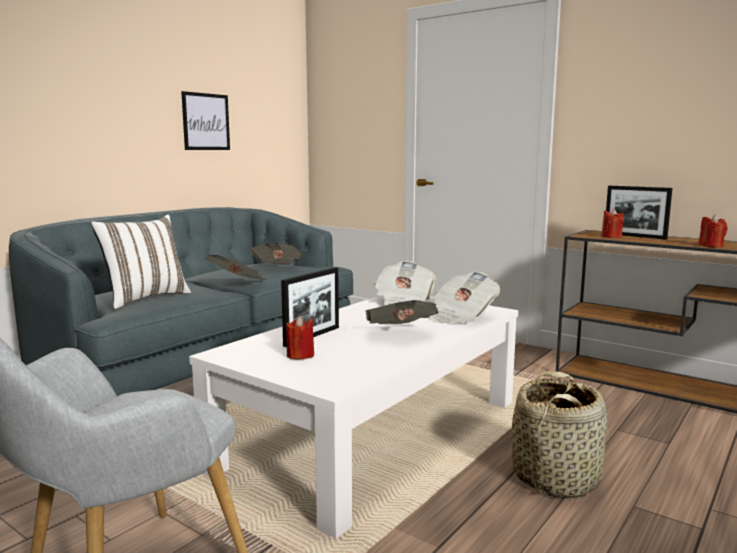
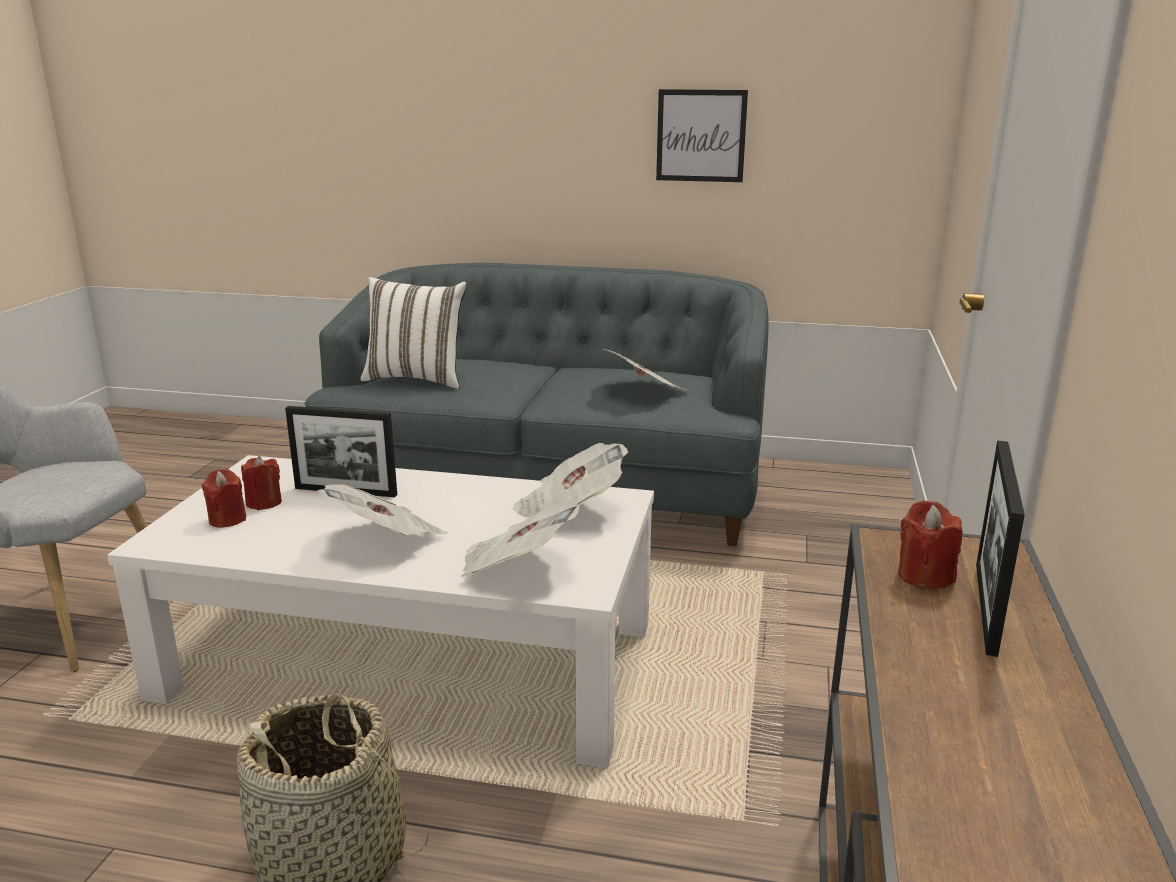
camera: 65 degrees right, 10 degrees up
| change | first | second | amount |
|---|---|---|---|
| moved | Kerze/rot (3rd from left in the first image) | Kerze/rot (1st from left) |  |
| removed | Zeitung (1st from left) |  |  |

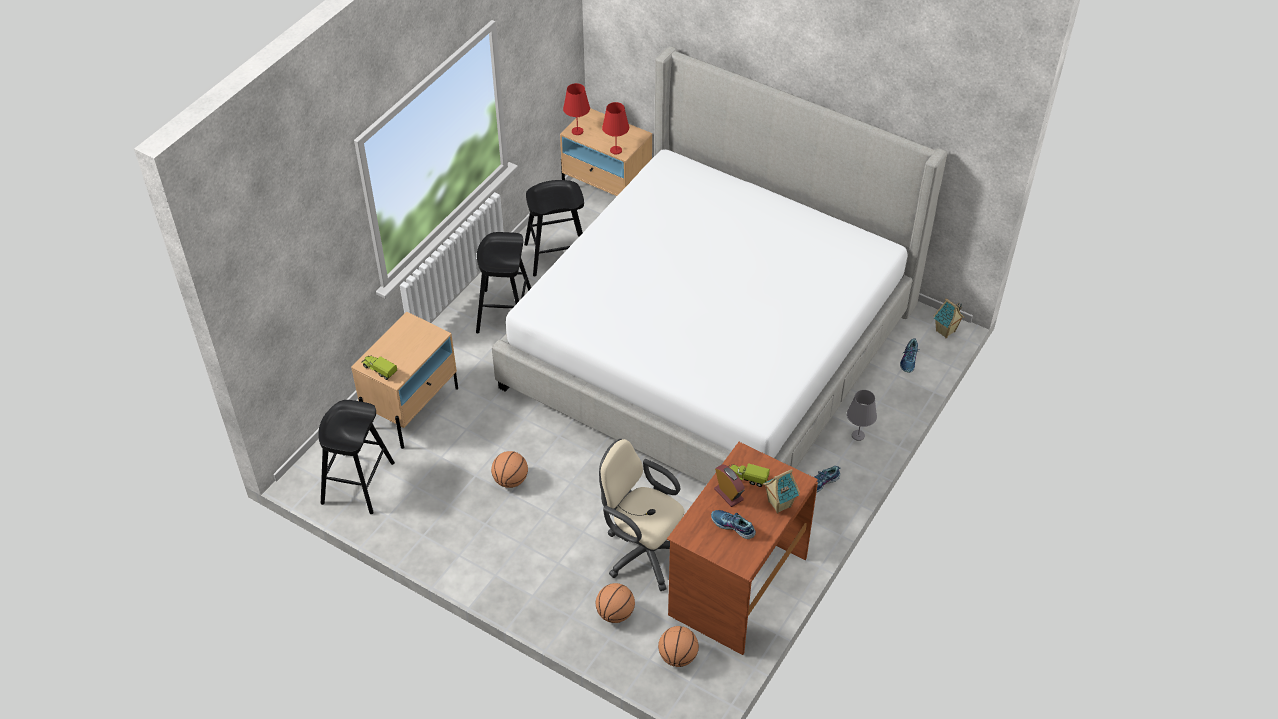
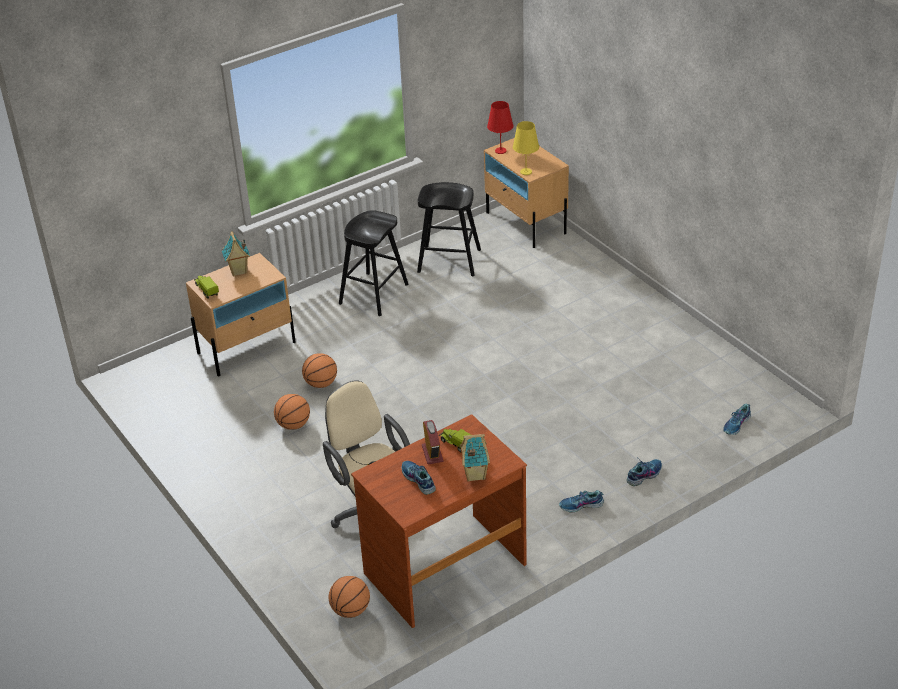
camera: 25 degrees right, 10 degrees down
| change | first | second | amount |
|---|---|---|---|
| moved | Spielzeughaus (2nd from left in the first image) | Spielzeughaus (1st from left) |  |
| moved | Basketball (2nd from left) |  |  |
| recoloured | Tischlampe/rot (2nd from left) | Tischlampe/gelb |  |
| replaced | Tischlampe/grau | Schuh (3rd from left) |  |
| removed | Hocker/schwarz (1st from left) |  |  |
| removed | Bett |  |  |

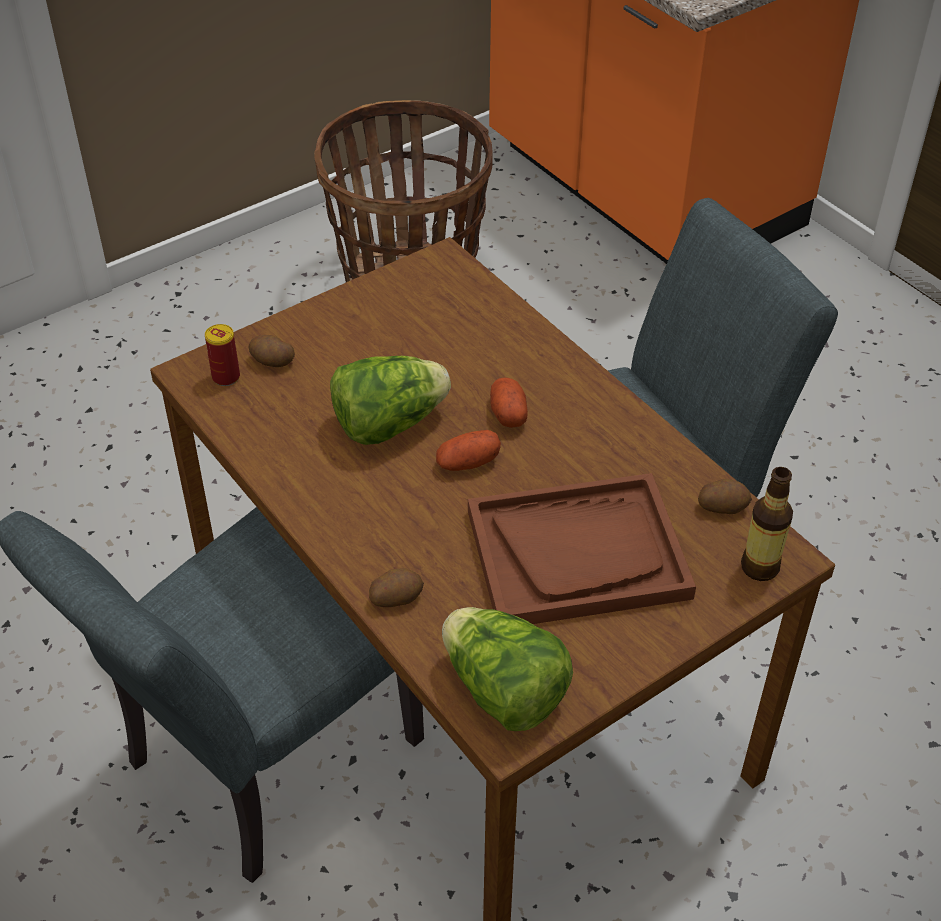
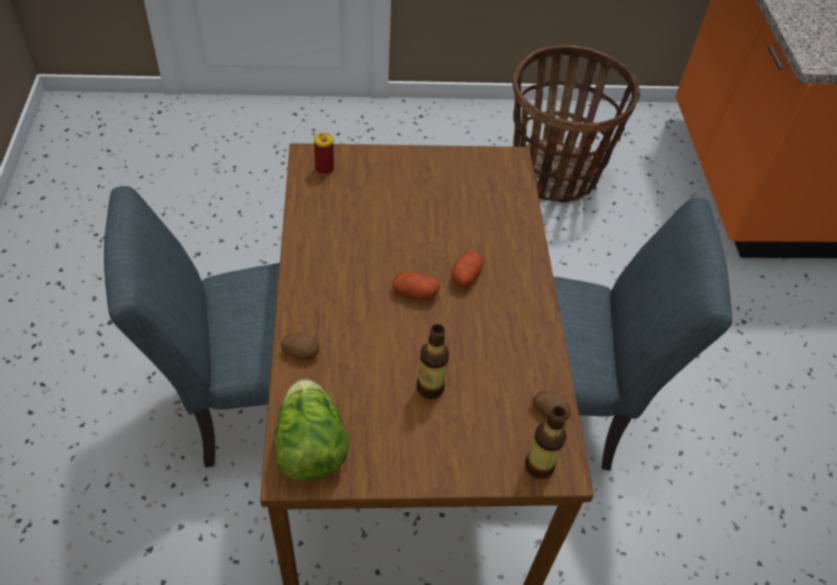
camera: 30 degrees right, 5 degrees up
| change | first | second | amount |
|---|---|---|---|
| replaced | Tablett/braun | Flasche (1st from left) |  |
| removed | Kartoffel (1st from left) |  |  |
| removed | Salatkopf (1st from left) |  |  |

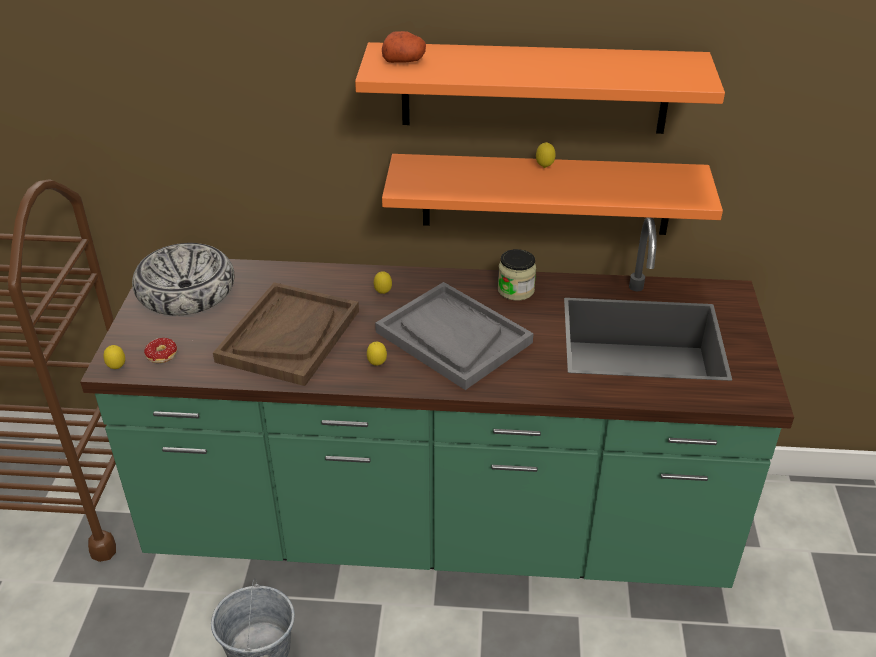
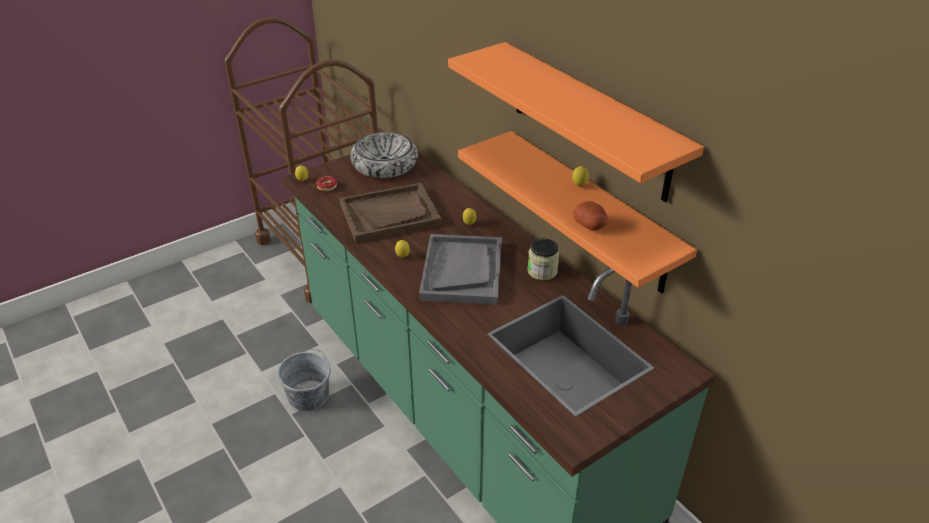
camera: 50 degrees right, 0 degrees up
| change | first | second | amount |
|---|---|---|---|
| moved | Kartoffel |  |  |

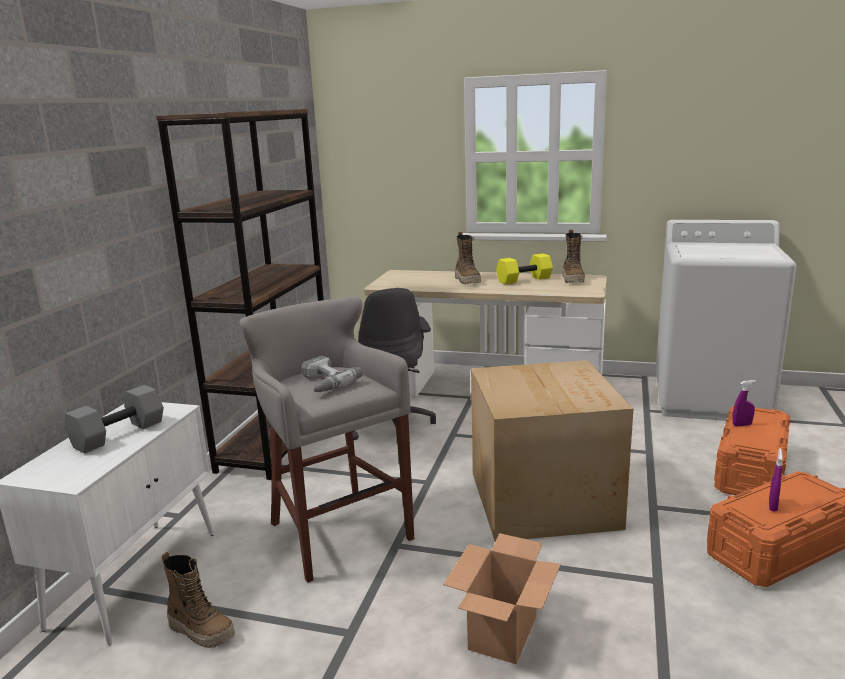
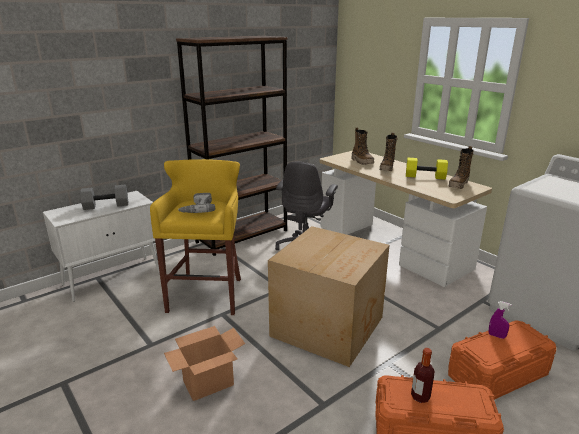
camera: 35 degrees right, 5 degrees up
| change | first | second | amount |
|---|---|---|---|
| recoloured | Hocker/grau | Hocker/gelb |  |
| moved | Stiefel (1st from left) |  |  |
| replaced | Sprühflasche/lila (2nd from left) | Flasche |  |

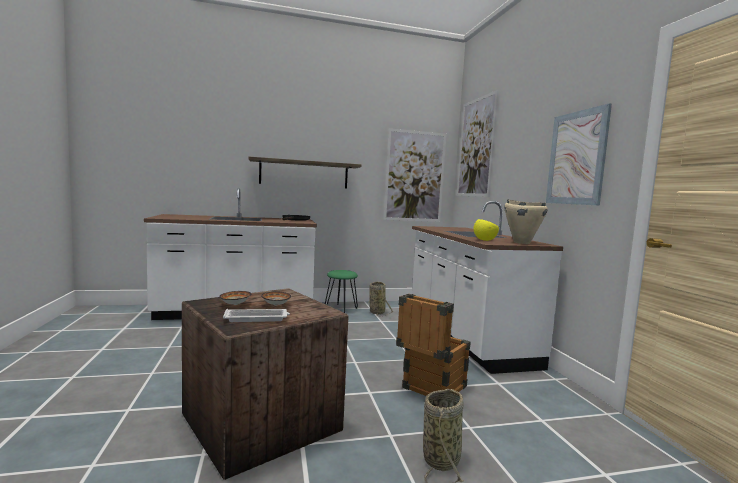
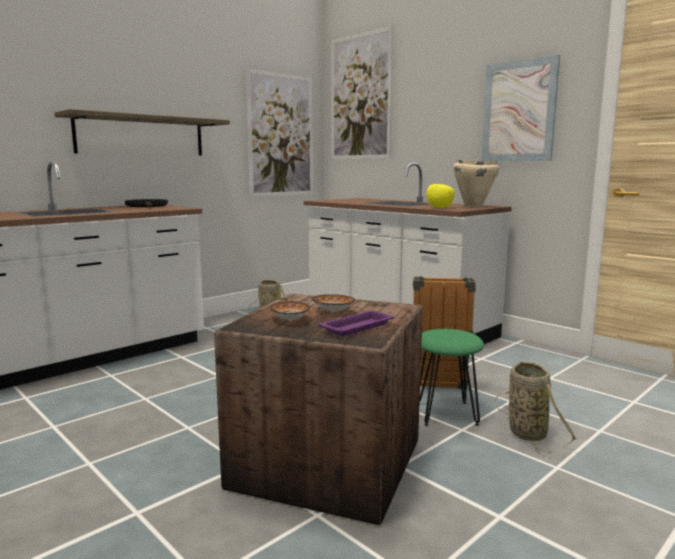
camera: 30 degrees left, 5 degrees up
| change | first | second | amount |
|---|---|---|---|
| recoloured | Tablett/weiß | Tablett/lila |  |
| moved | Hocker/grün |  |  |

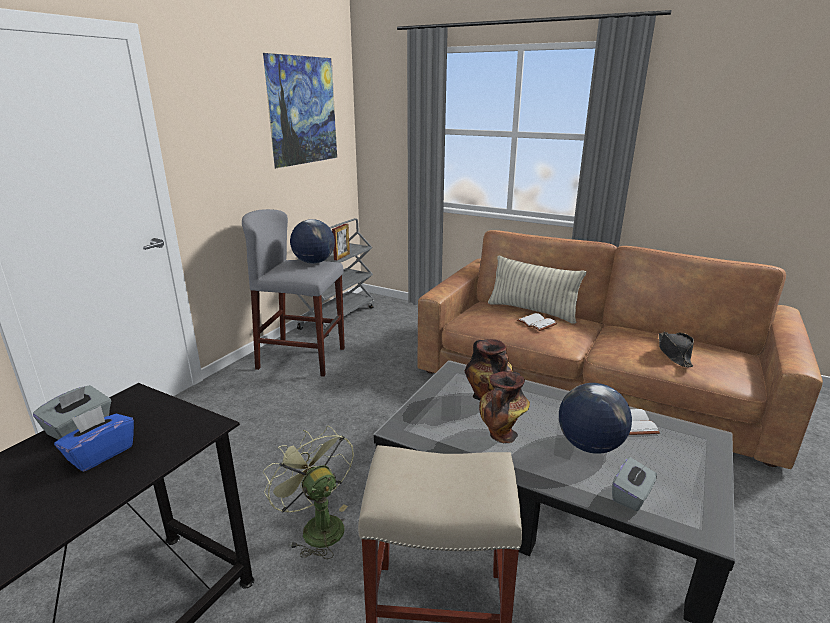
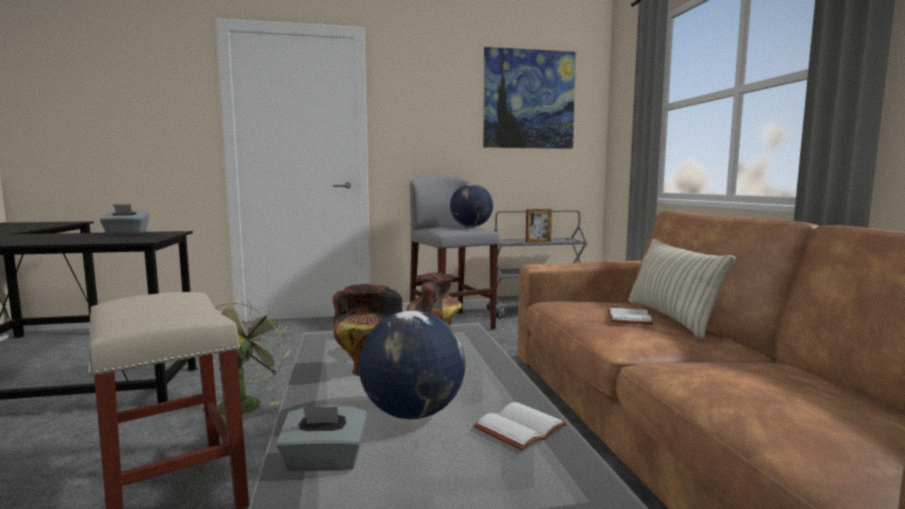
camera: 50 degrees right, 15 degrees down
| change | first | second | amount |
|---|---|---|---|
| removed | Taschentuchbox/blau |  |  |
| removed | Hut/schwarz |  |  |

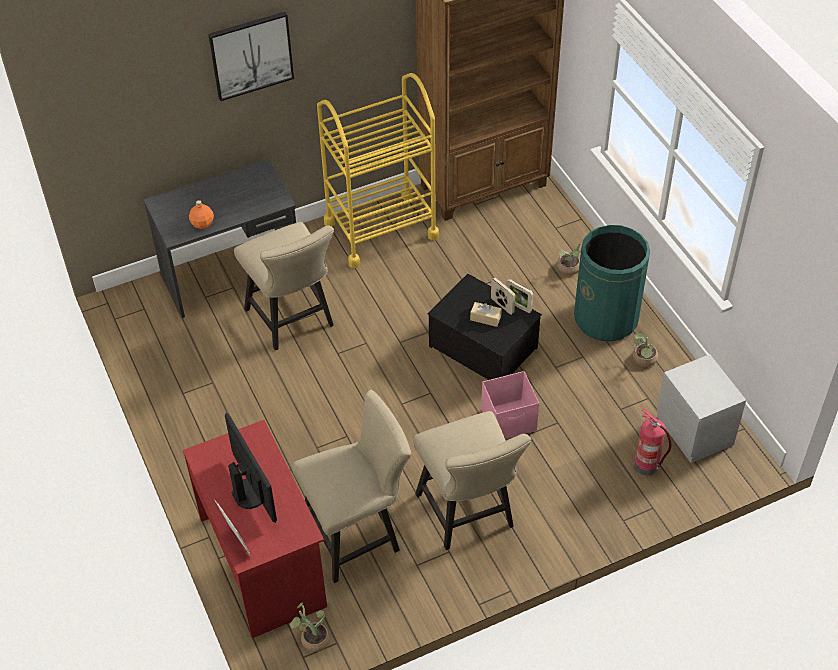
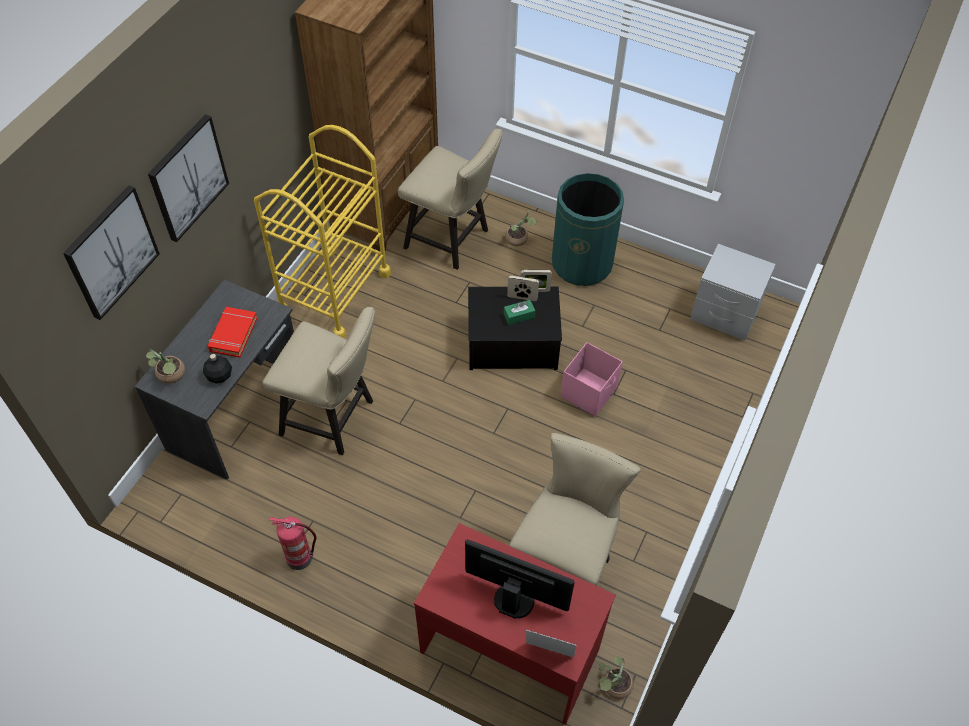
camera: 40 degrees left, 5 degrees up
| change | first | second | amount |
|---|---|---|---|
| added |  | Bild (1st from left) |  |
| moved | Topfpflanze (3rd from left in the first image) | Topfpflanze (1st from left) |  |
| recoloured | Flasche/orange | Flasche/schwarz |  |
| added |  | Buch/rot |  |
| moved | Feuerlöscher |  |  |
| moved | Stuhl/beige (3rd from left in the first image) | Stuhl/beige (2nd from left) |  |
| recoloured | Taschentuchbox/beige | Taschentuchbox/grün |  |

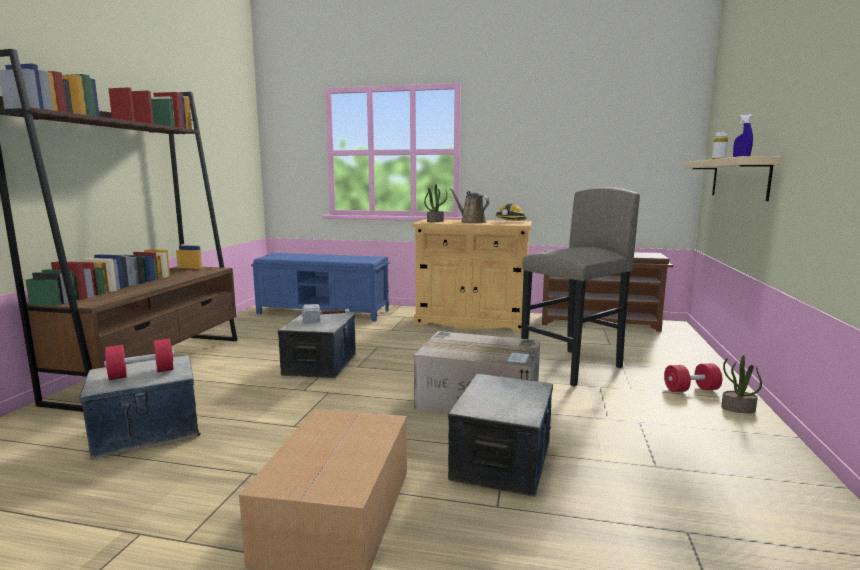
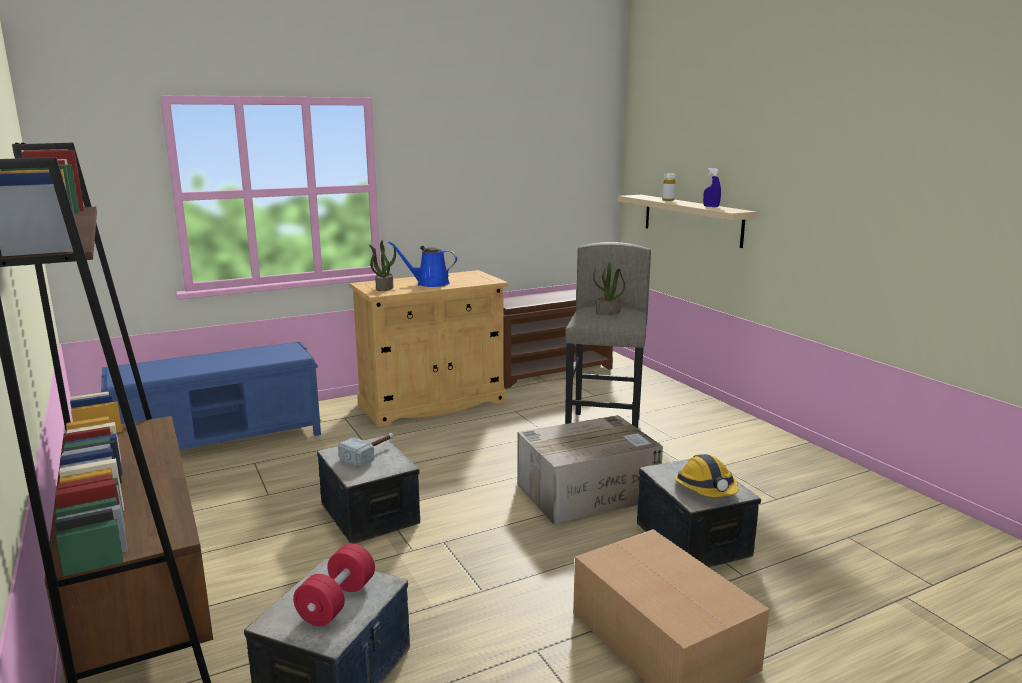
camera: 40 degrees left, 5 degrees up
| change | first | second | amount |
|---|---|---|---|
| recoloured | Gießkanne/braun | Gießkanne/blau |  |
| moved | Topfpflanze (2nd from left) |  |  |
| moved | Schutzhelm |  |  |
| removed | Hantel/rot (2nd from left) |  |  |

